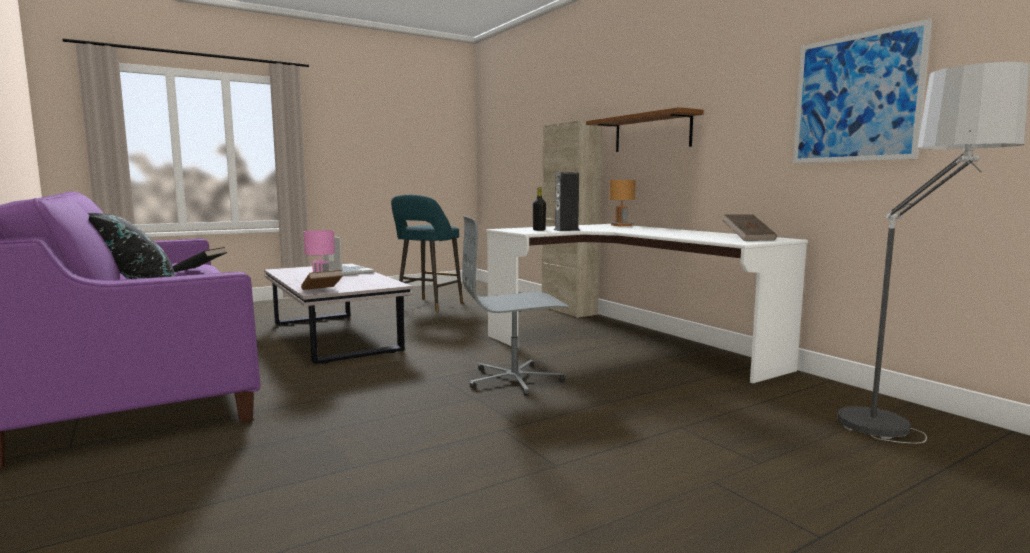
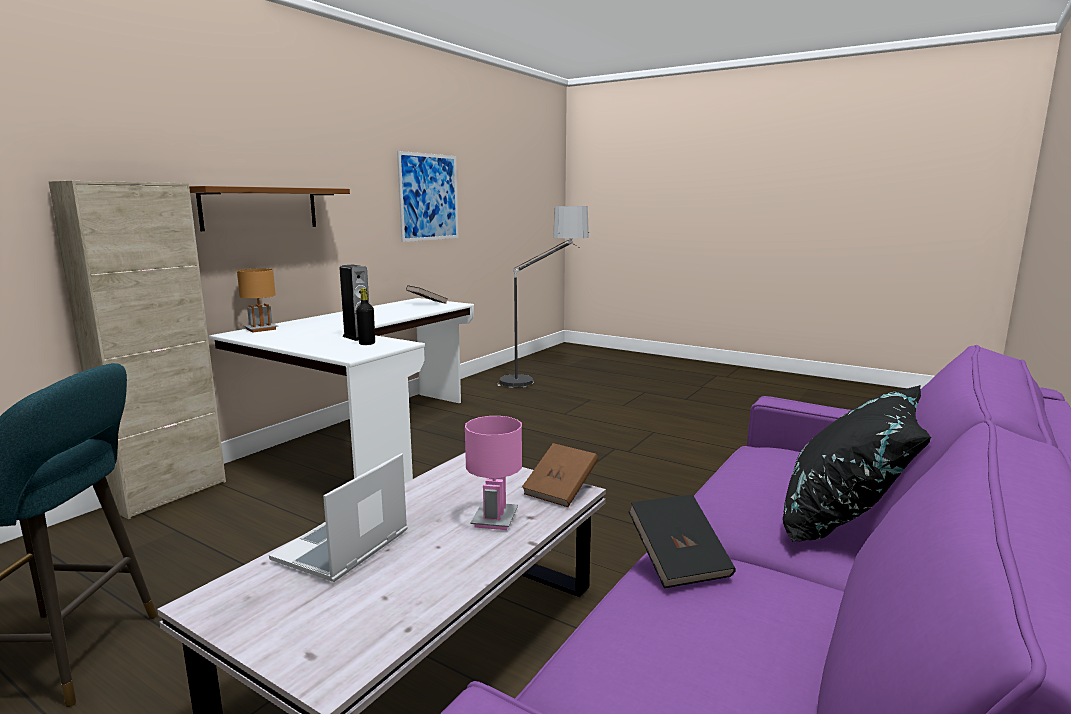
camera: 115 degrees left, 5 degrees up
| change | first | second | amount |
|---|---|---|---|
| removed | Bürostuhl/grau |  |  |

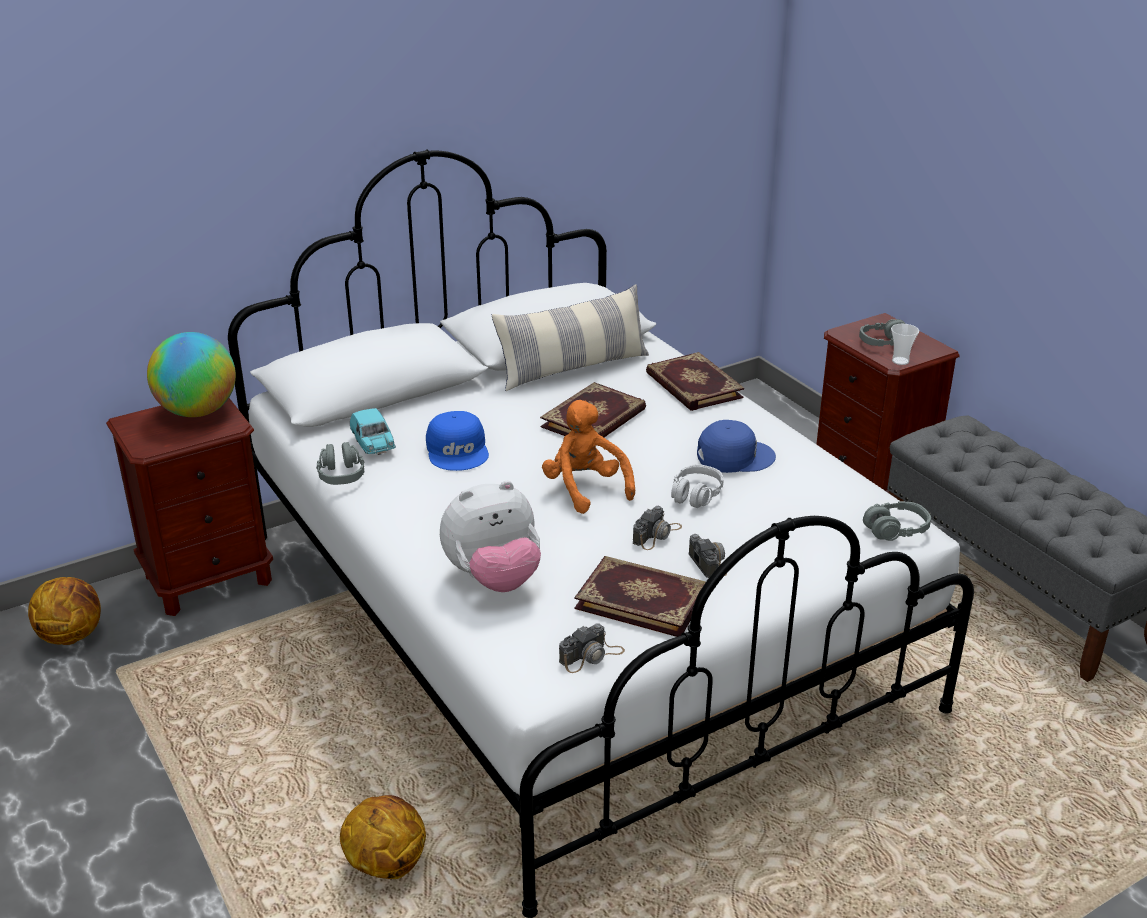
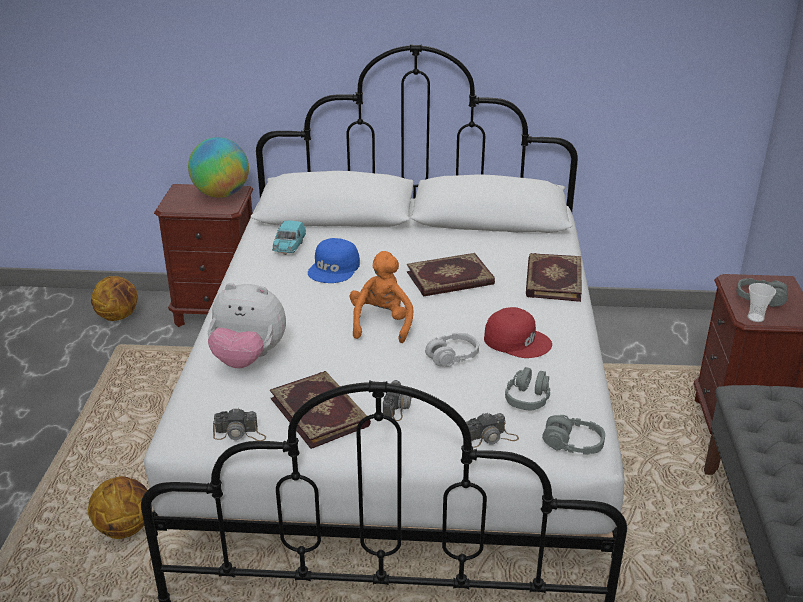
camera: 35 degrees right, 0 degrees up
| change | first | second | amount |
|---|---|---|---|
| moved | Kamera (2nd from left in the first image) | Kamera (3rd from left) |  |
| recoloured | Kappe/blau (2nd from left) | Kappe/rot |  |
| moved | Kopfhörer/grau (1st from left in the first image) | Kopfhörer/grau (2nd from left) |  |
| removed | Kissen |  |  |

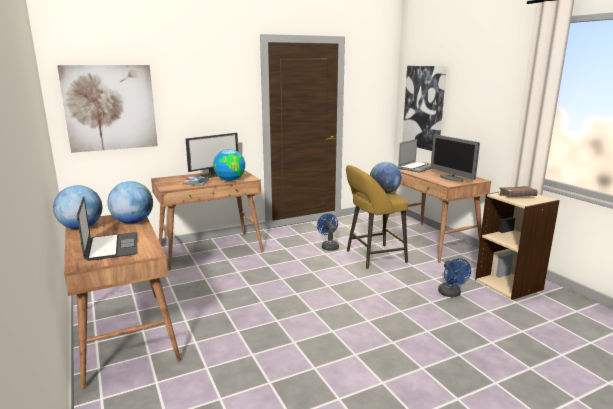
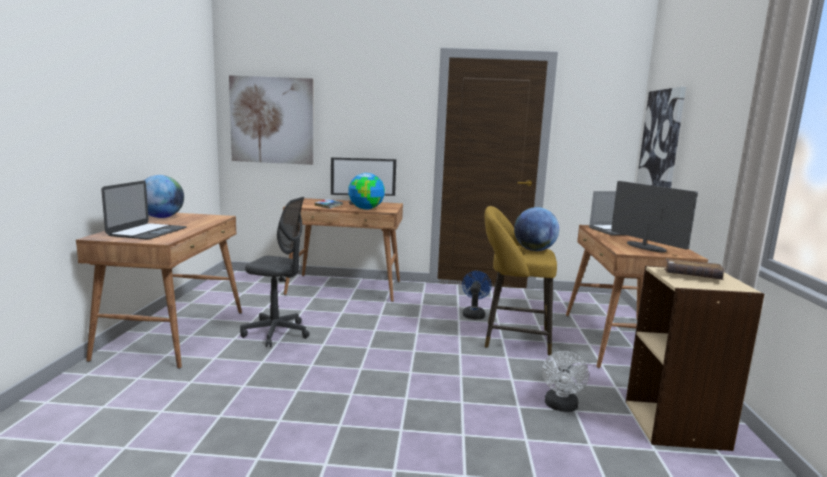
camera: 30 degrees right, 5 degrees down
| change | first | second | amount |
|---|---|---|---|
| added |  | Bürostuhl/grau |  |
| recoloured | Ventilator/blau (2nd from left) | Ventilator/weiß |  |
| turned | Monitor (2nd from left) |  | 150 degrees clockwise |
| removed | Globus (2nd from left) |  |  |

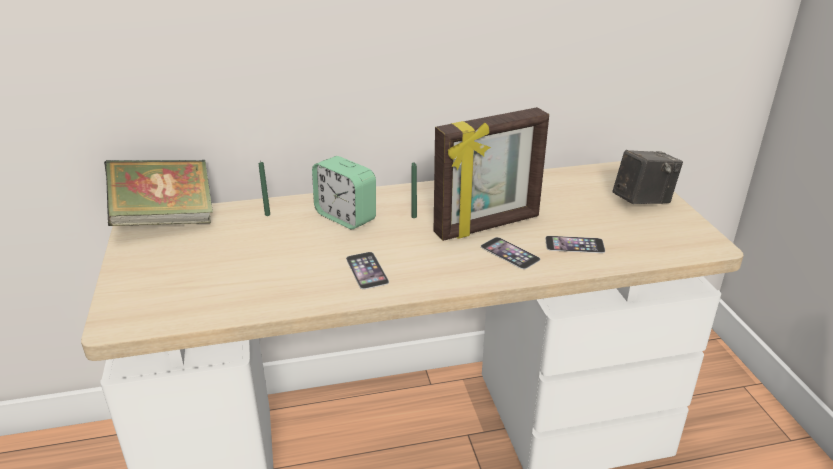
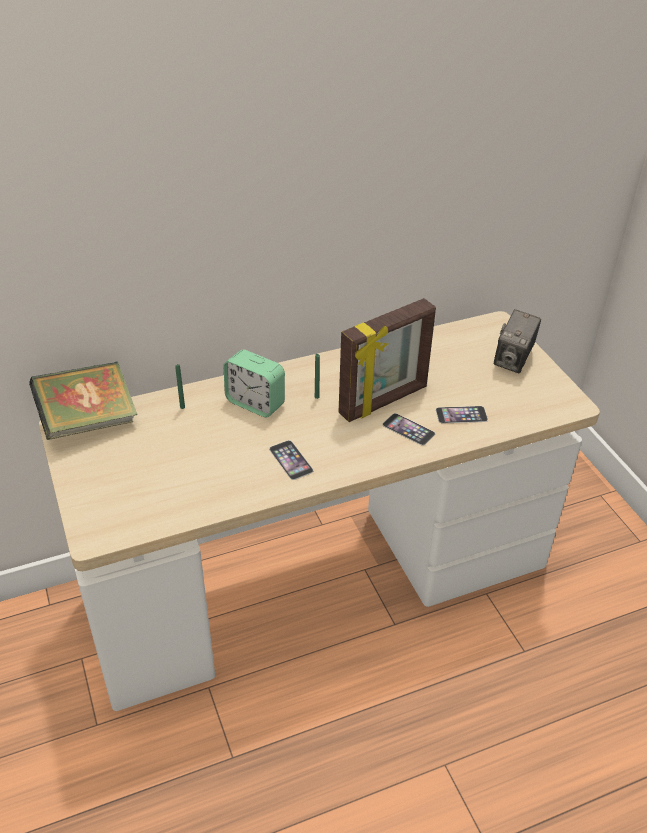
camera: 10 degrees left, 10 degrees up
| change | first | second | amount |
|---|---|---|---|
| turned | Kamera |  | 150 degrees clockwise |

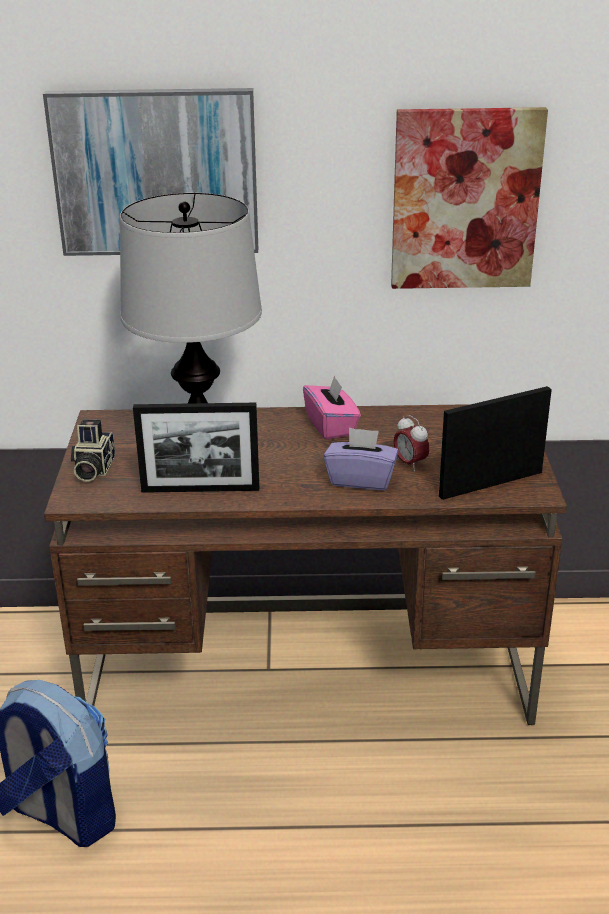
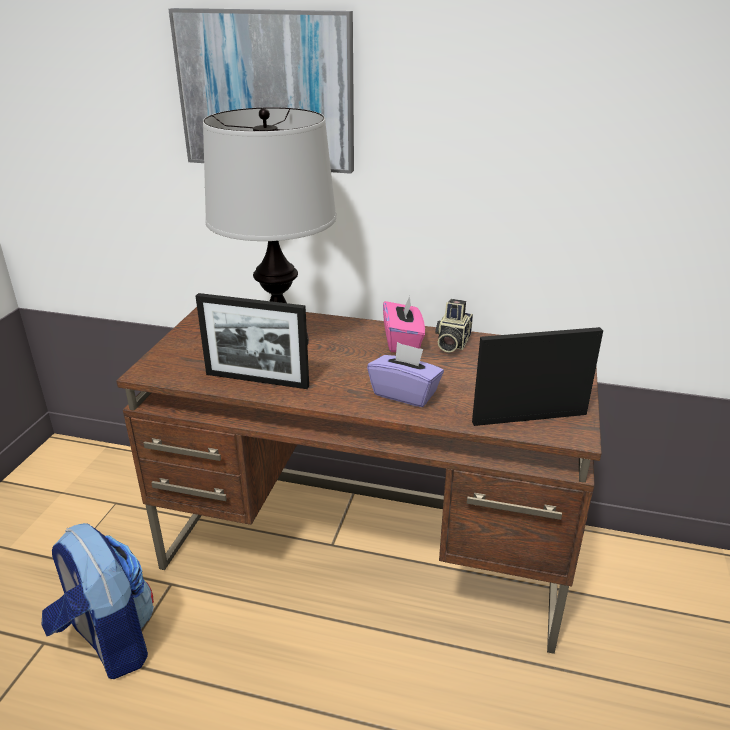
camera: 15 degrees right, 0 degrees up
| change | first | second | amount |
|---|---|---|---|
| moved | Kamera |  |  |
| removed | Bild (2nd from left) |  |  |
| removed | Wecker |  |  |

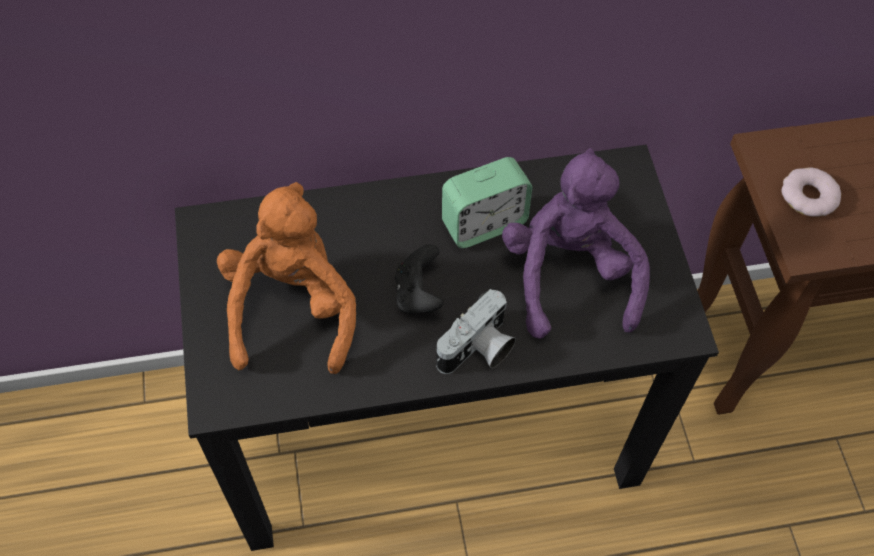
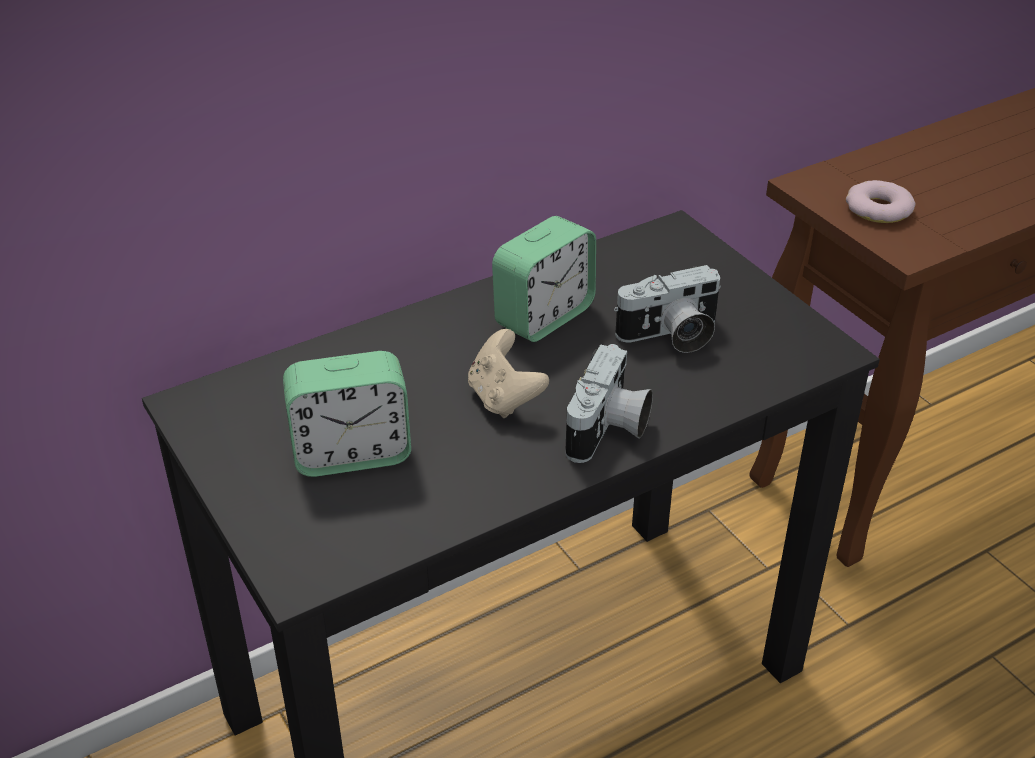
camera: 20 degrees left, 20 degrees down
| change | first | second | amount |
|---|---|---|---|
| replaced | Plüschtier/orange | Wecker (1st from left) |  |
| recoloured | Gamepad/schwarz | Gamepad/beige |  |
| replaced | Plüschtier/lila | Kamera (2nd from left) |  |

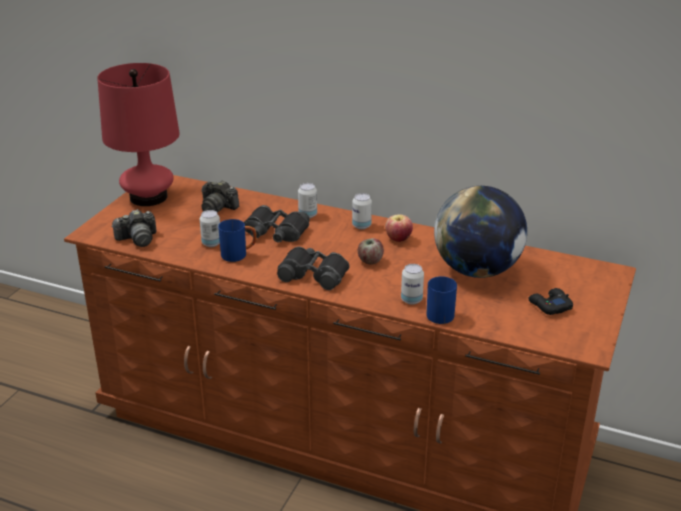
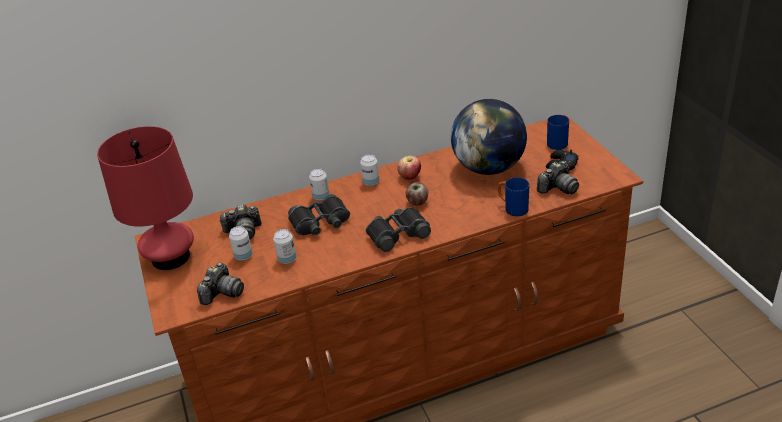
camera: 40 degrees left, 5 degrees up
| change | first | second | amount |
|---|---|---|---|
| moved | Dose (4th from left in the first image) | Dose (1st from left) |  |
| added |  | Kamera (3rd from left) |  |
| moved | Henkelbecher/blau (1st from left in the first image) | Henkelbecher/blau (2nd from left) |  |

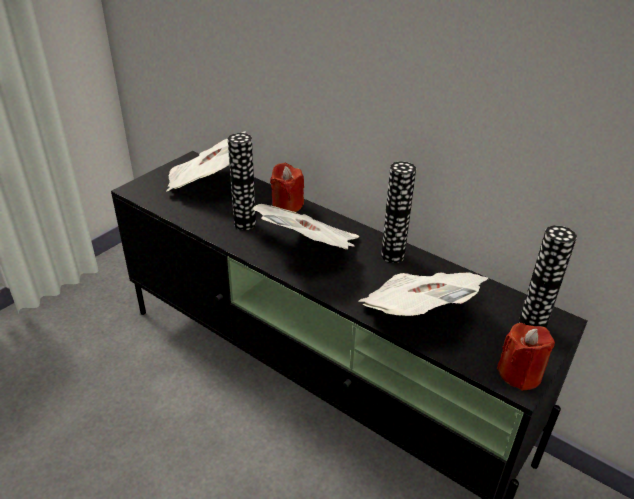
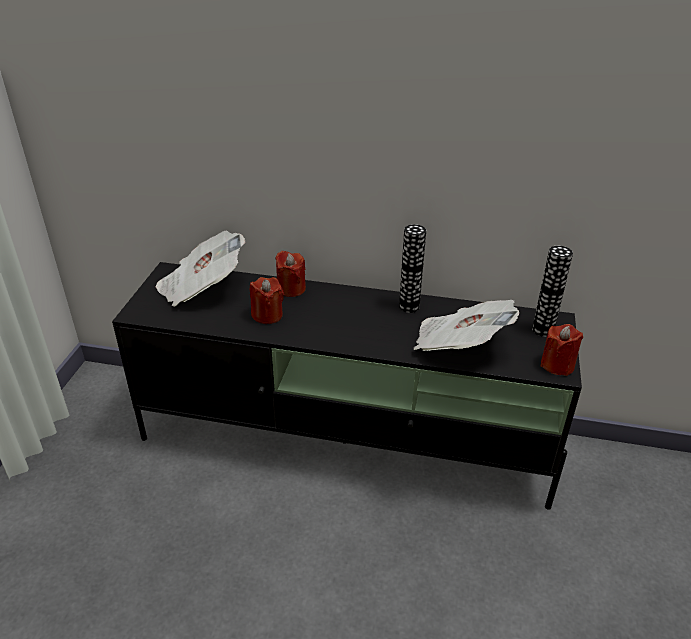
camera: 25 degrees left, 0 degrees up
| change | first | second | amount |
|---|---|---|---|
| replaced | Vase (1st from left) | Kerze/rot (1st from left) |  |
| removed | Zeitung (2nd from left) |  |  |

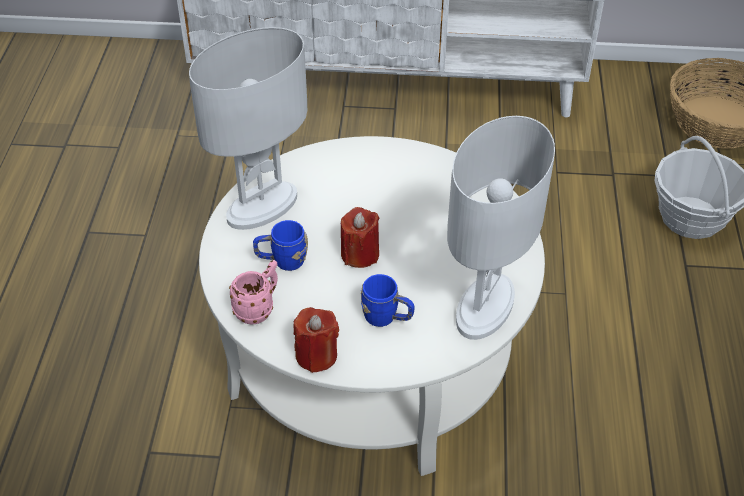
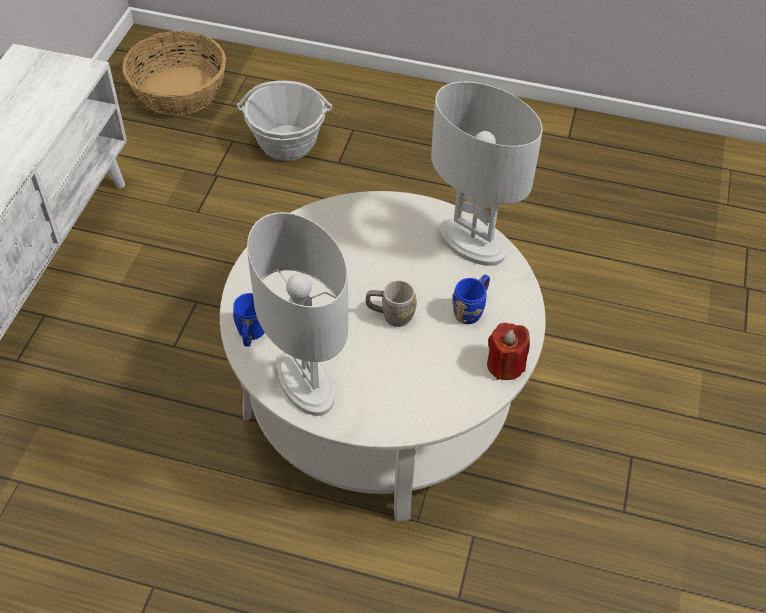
camera: 80 degrees left, 5 degrees up
| change | first | second | amount |
|---|---|---|---|
| moved | Henkelbecher/blau (1st from left) |  |  |
| replaced | Kerze/rot (2nd from left) | Henkelbecher/grau |  |
| removed | Henkelbecher/rosa |  |  |

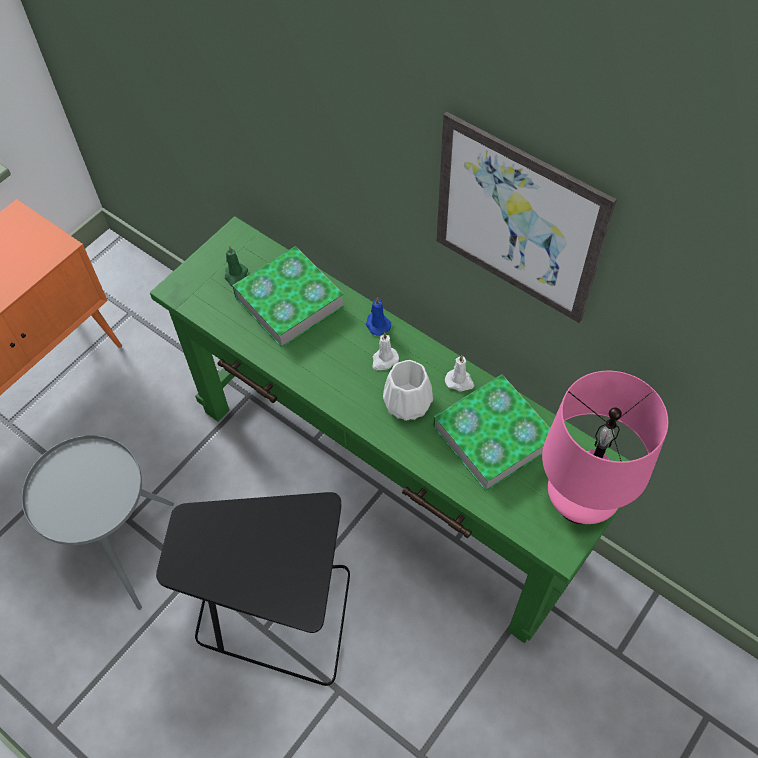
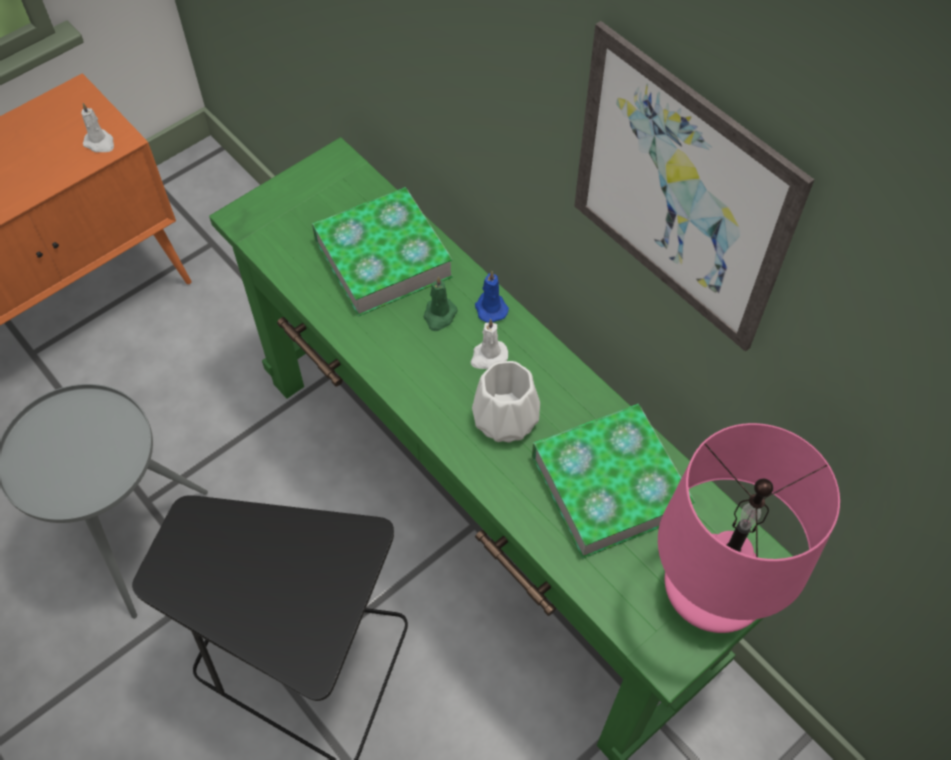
camera: 10 degrees right, 0 degrees up
| change | first | second | amount |
|---|---|---|---|
| moved | Kerze/weiß (2nd from left in the first image) | Kerze/weiß (1st from left) |  |
| moved | Kerze/grün |  |  |

